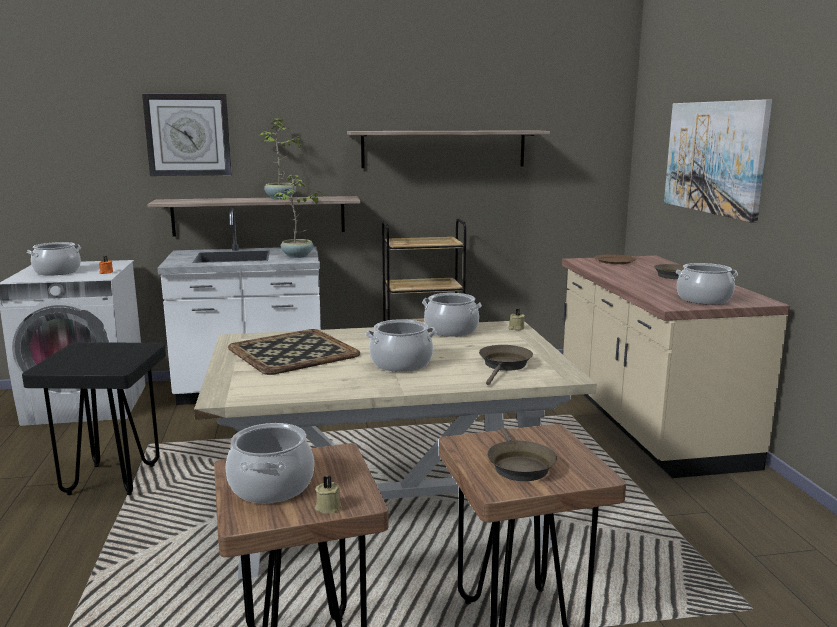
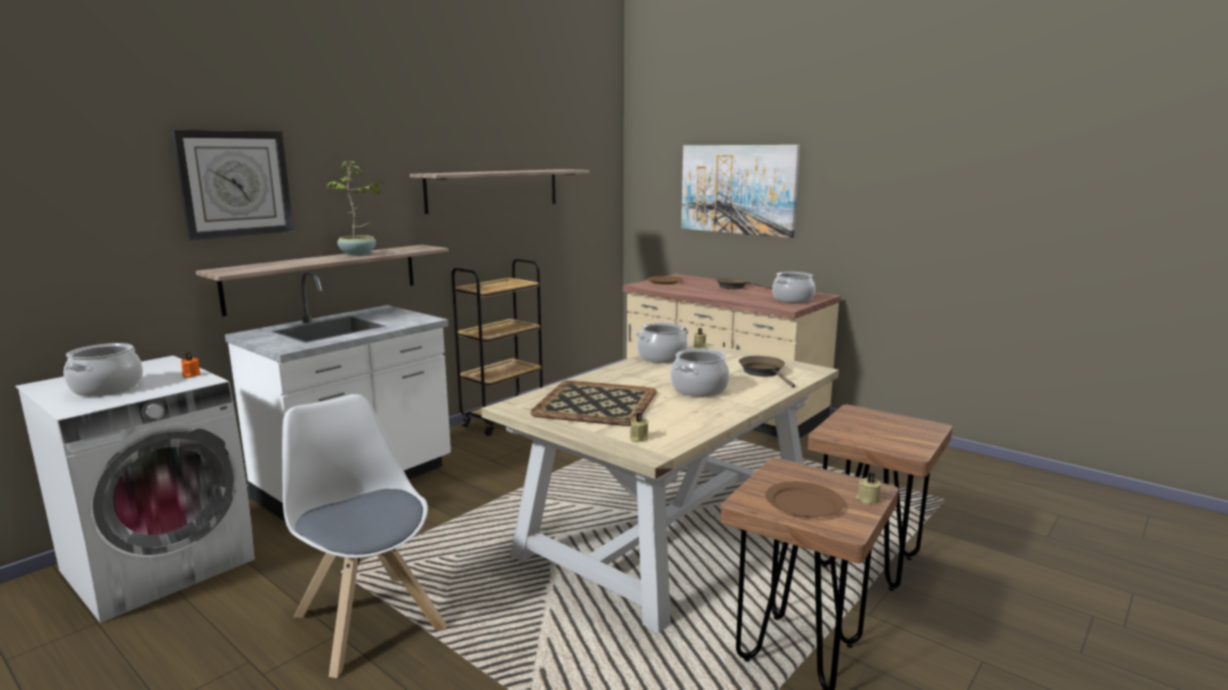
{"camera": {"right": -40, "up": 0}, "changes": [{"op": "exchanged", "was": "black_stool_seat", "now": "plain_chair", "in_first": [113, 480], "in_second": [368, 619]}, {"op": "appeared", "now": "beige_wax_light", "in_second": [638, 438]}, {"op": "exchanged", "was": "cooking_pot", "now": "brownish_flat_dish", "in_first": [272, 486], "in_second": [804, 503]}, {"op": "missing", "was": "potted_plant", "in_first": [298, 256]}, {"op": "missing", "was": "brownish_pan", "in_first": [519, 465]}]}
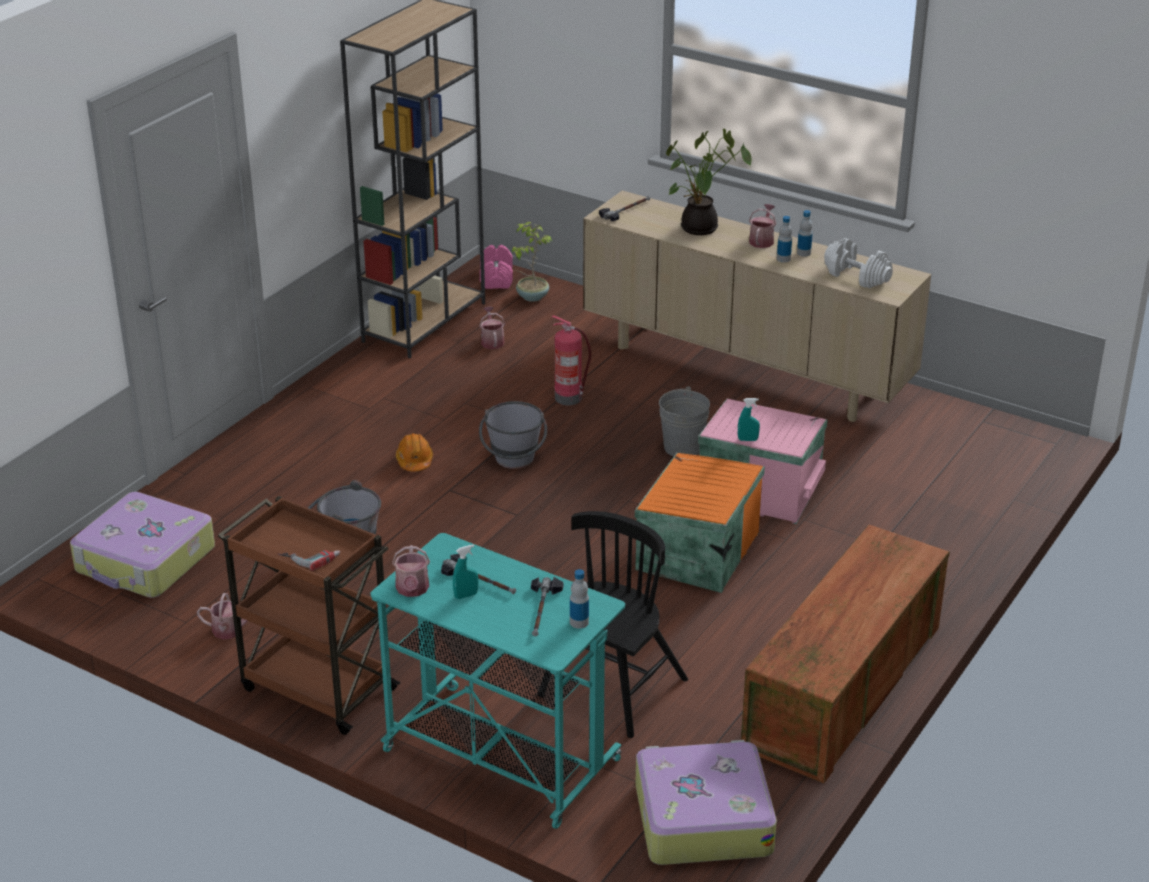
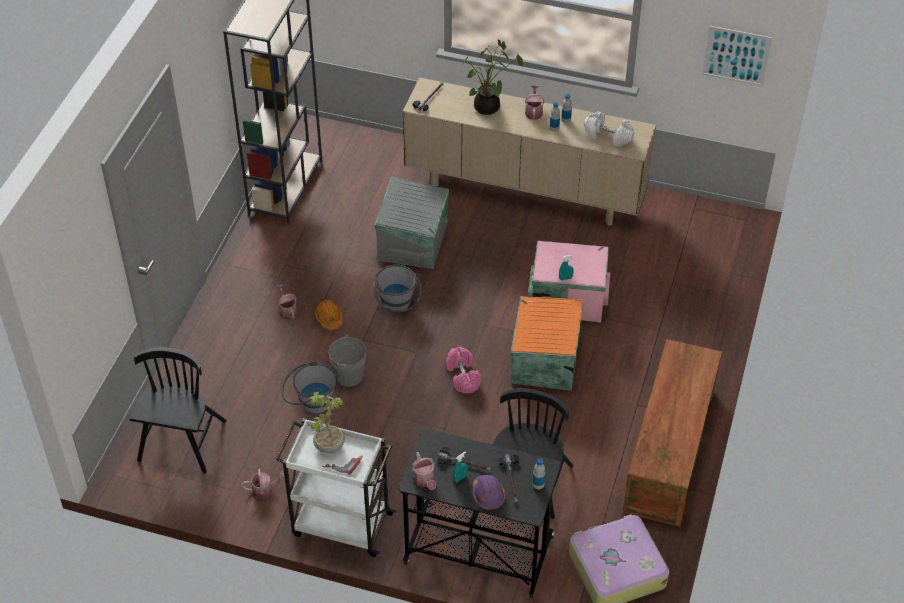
{"camera": {"right": -15, "up": 15}, "changes": [{"op": "exchanged", "was": "suitcase", "now": "black_plain_chair", "in_first": [145, 561], "in_second": [180, 444]}, {"op": "relocated", "was": "sprinkling_can", "in_first": [492, 341], "in_second": [287, 310]}, {"op": "colour", "was": "brownish_cart", "now": "white_cart", "in_first": [316, 687], "in_second": [340, 524]}, {"op": "relocated", "was": "potted_plant", "in_first": [531, 297], "in_second": [328, 445]}, {"op": "relocated", "was": "grey_bucket", "in_first": [682, 447], "in_second": [349, 375]}, {"op": "exchanged", "was": "fire_extinguisher", "now": "grey_storage_box", "in_first": [569, 398], "in_second": [414, 240]}, {"op": "colour", "was": "blue-green_desk_table", "now": "black_desk_table", "in_first": [500, 755], "in_second": [478, 550]}, {"op": "relocated", "was": "pink-coloured_dumbbell", "in_first": [496, 278], "in_second": [462, 376]}, {"op": "appeared", "now": "purple-coloured_safety_helmet", "in_second": [488, 495]}, {"op": "appeared", "now": "picture", "in_second": [736, 56]}]}
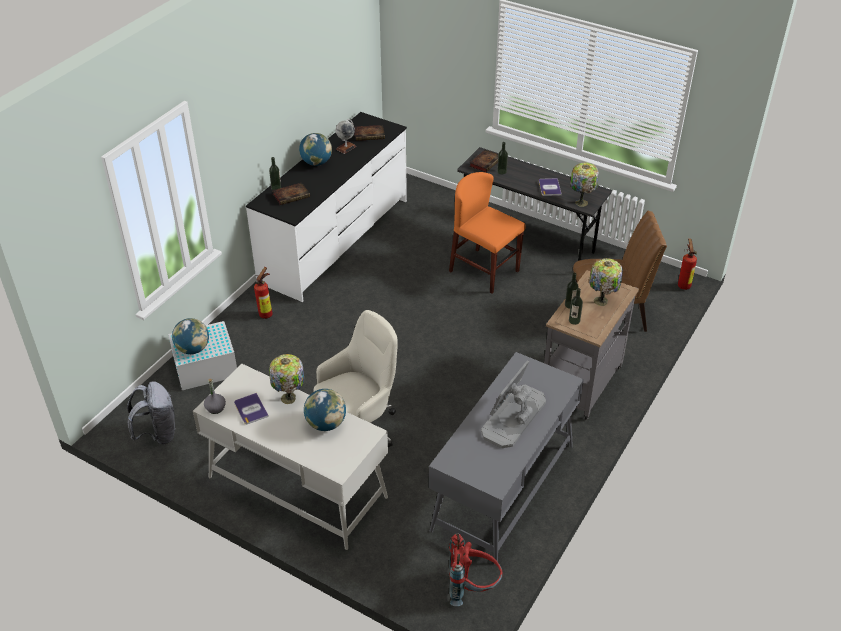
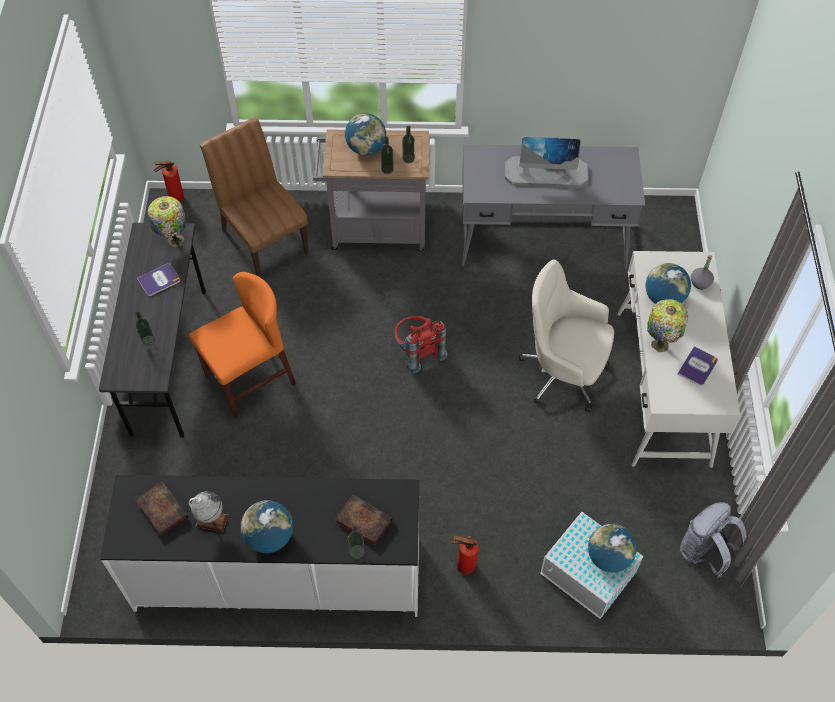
{"camera": {"right": -120, "up": 15}, "changes": [{"op": "spun", "was": "orange_plain_chair", "in_first": [484, 271], "in_second": [250, 380], "clockwise": -135}, {"op": "exchanged", "was": "tabletop_lamp", "now": "world_globe", "in_first": [601, 302], "in_second": [366, 148]}, {"op": "relocated", "was": "reddish_backpack", "in_first": [472, 587], "in_second": [417, 352]}, {"op": "relocated", "was": "grey_bottle", "in_first": [215, 408], "in_second": [700, 282]}, {"op": "missing", "was": "bound_book", "in_first": [485, 162]}]}
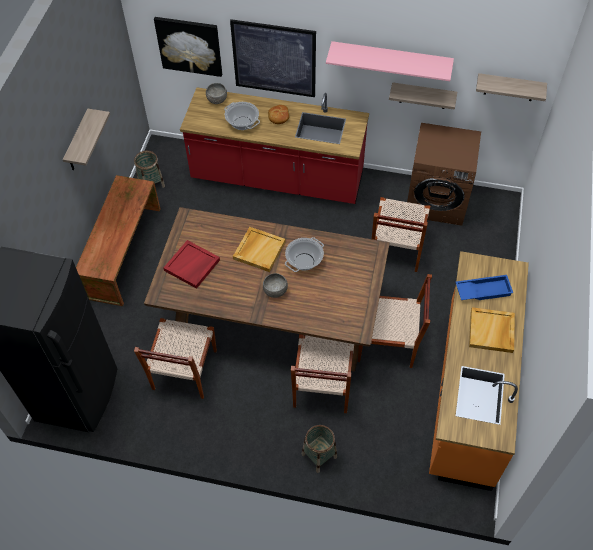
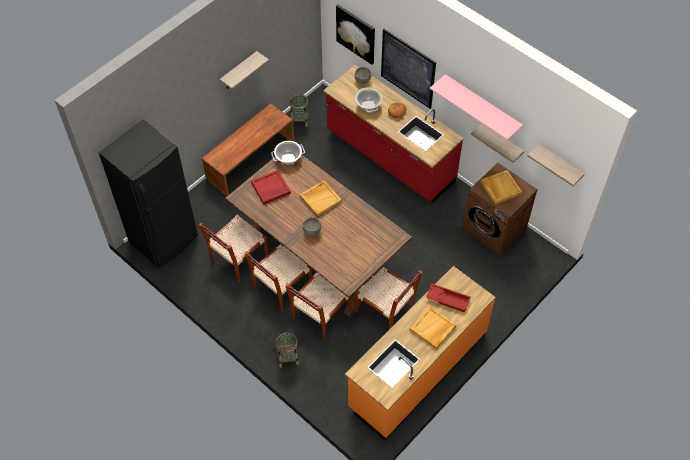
{"camera": {"right": 30, "up": 0}, "changes": [{"op": "relocated", "was": "plain_chair", "in_first": [396, 249], "in_second": [281, 287]}, {"op": "relocated", "was": "cooking_pot", "in_first": [304, 261], "in_second": [288, 158]}, {"op": "colour", "was": "bluish_serving_tray", "now": "reddish_serving_tray", "in_first": [483, 290], "in_second": [448, 299]}, {"op": "appeared", "now": "beige_serving_tray", "in_second": [500, 188]}]}
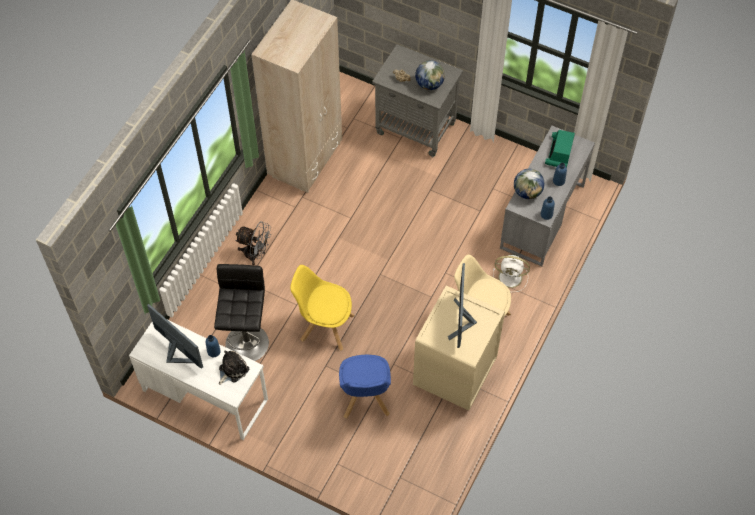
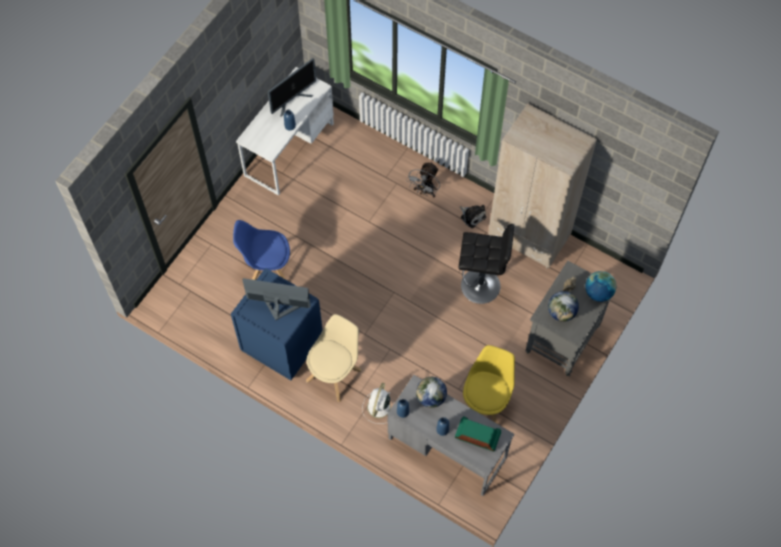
{"camera": {"right": 95, "up": 5}, "changes": [{"op": "colour", "was": "beige_chest_of_drawers", "now": "bluish_chest_of_drawers", "in_first": [455, 374], "in_second": [281, 345]}, {"op": "relocated", "was": "black_stool_seat", "in_first": [247, 343], "in_second": [481, 286]}, {"op": "relocated", "was": "cuddly_toy", "in_first": [232, 370], "in_second": [472, 216]}, {"op": "relocated", "was": "yellow_plain_chair", "in_first": [324, 326], "in_second": [485, 403]}, {"op": "appeared", "now": "world_globe", "in_second": [598, 292]}]}
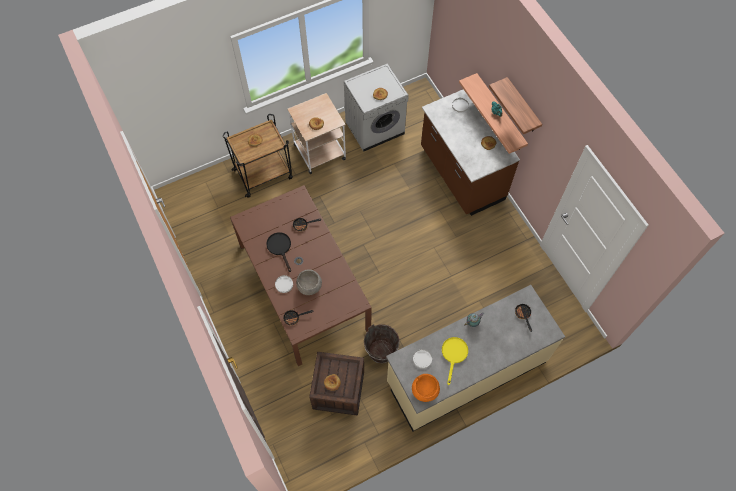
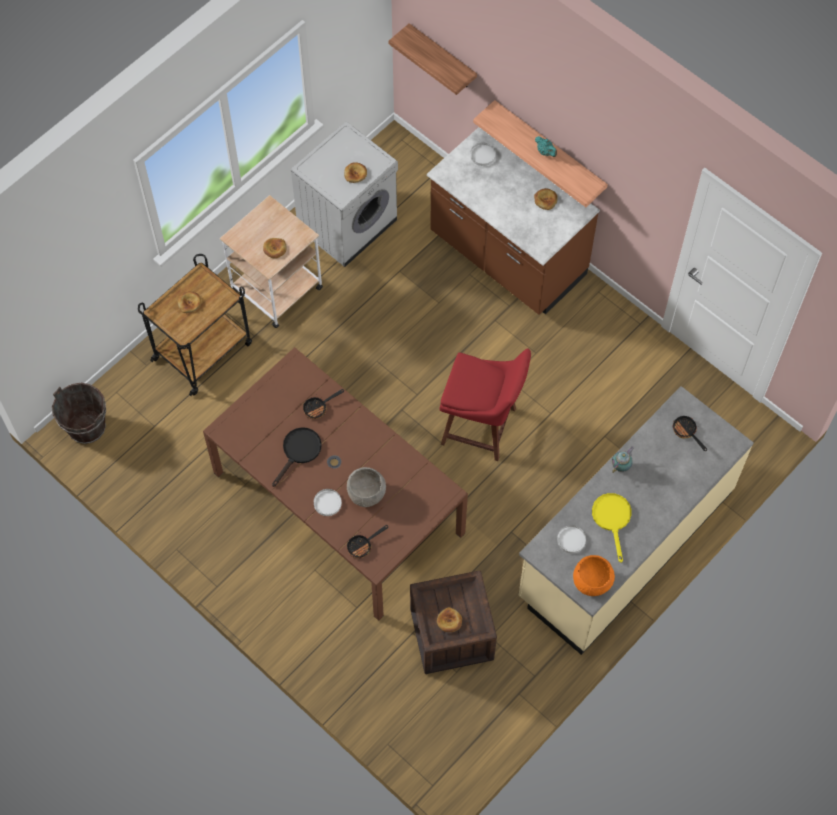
{"camera": {"right": -20, "up": 0}, "changes": [{"op": "relocated", "was": "brownish_bucket", "in_first": [381, 351], "in_second": [87, 427]}, {"op": "spun", "was": "black_pan", "in_first": [280, 248], "in_second": [299, 451], "clockwise": 75}, {"op": "relocated", "was": "wall_shelf", "in_first": [522, 107], "in_second": [442, 58]}, {"op": "appeared", "now": "reddish_stool_seat", "in_second": [482, 427]}]}
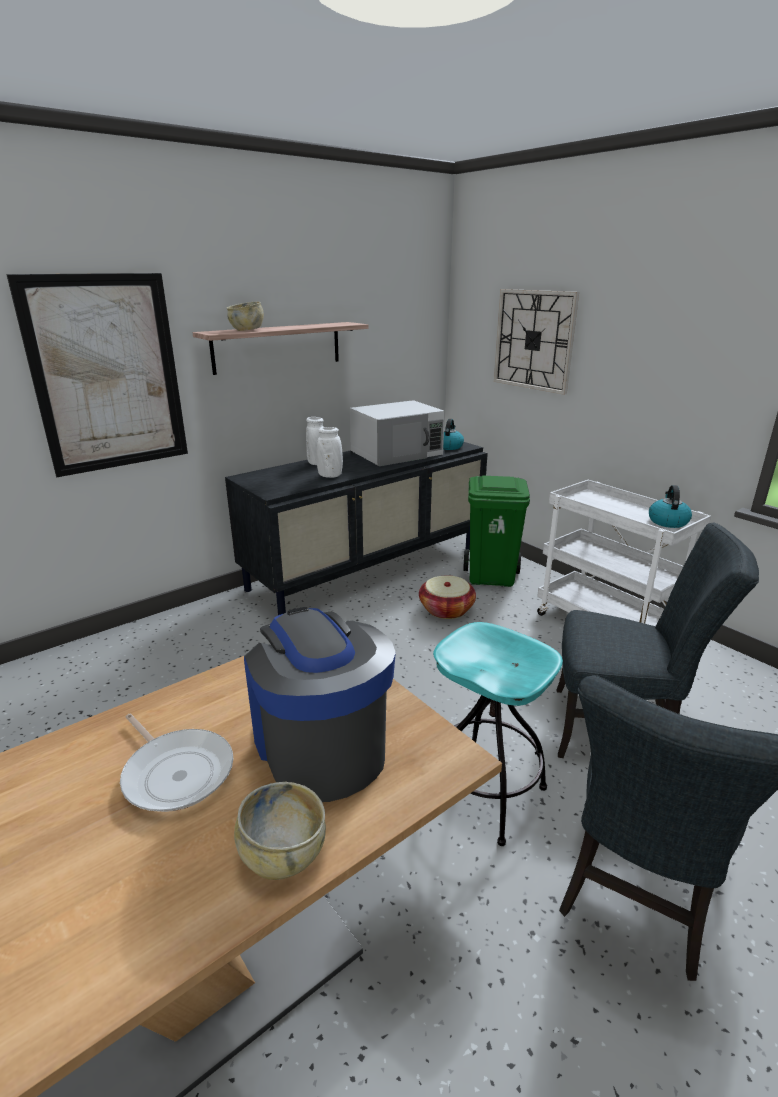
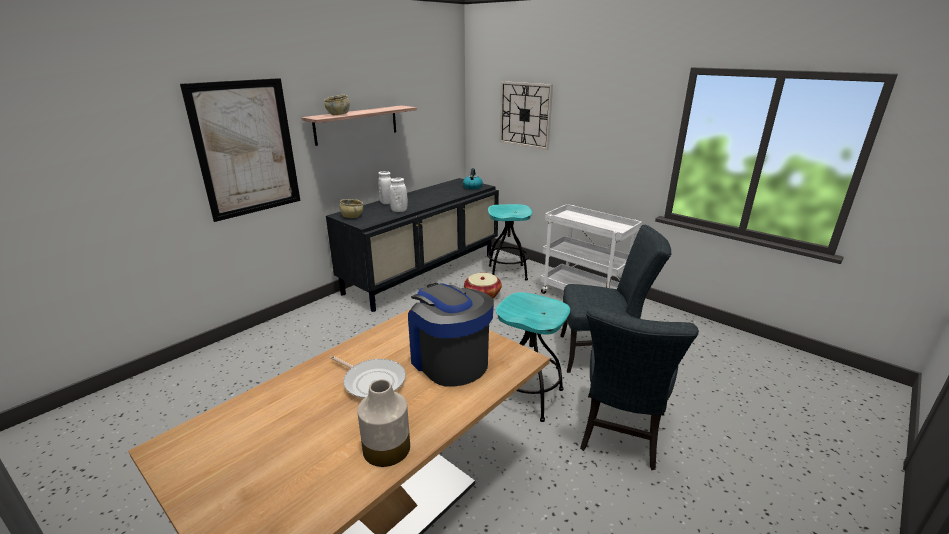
{"camera": {"right": -10, "up": 0}, "changes": [{"op": "relocated", "was": "beige_deep_dish", "in_first": [282, 856], "in_second": [352, 216]}, {"op": "appeared", "now": "beige_flower_vase", "in_second": [386, 448]}, {"op": "exchanged", "was": "greenish_trash_can", "now": "blue-green_stool_seat", "in_first": [491, 577], "in_second": [508, 272]}, {"op": "missing", "was": "white_microwave_oven", "in_first": [397, 452]}, {"op": "missing", "was": "water_kettle", "in_first": [667, 521]}]}
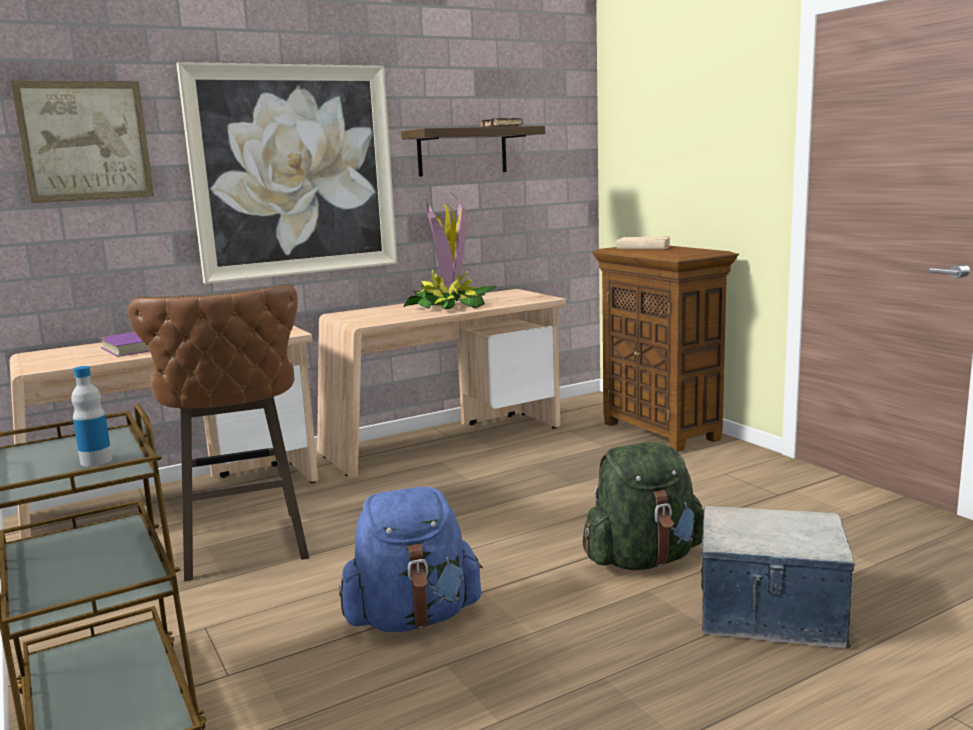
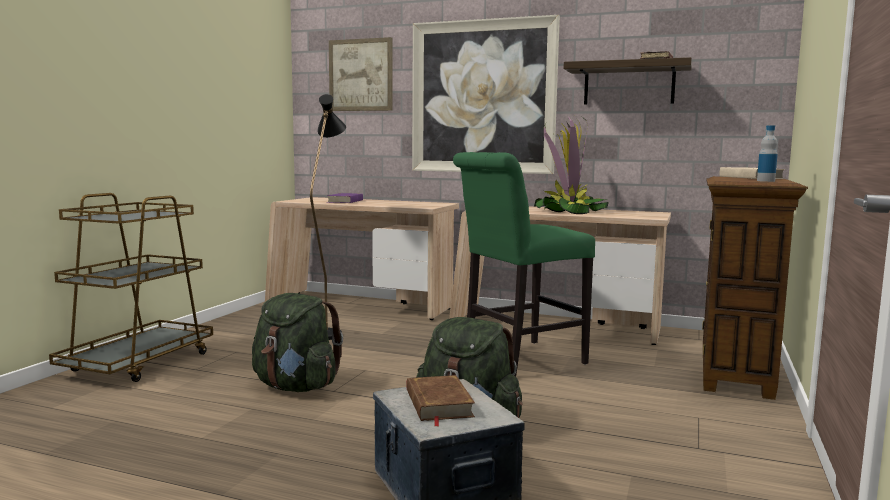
{"camera": {"right": 50, "up": -5}, "changes": [{"op": "colour", "was": "bluish_backpack", "now": "greenish_backpack", "in_first": [413, 618], "in_second": [296, 387]}, {"op": "exchanged", "was": "brownish_stool_seat", "now": "black_standing_lamp", "in_first": [244, 547], "in_second": [328, 332]}, {"op": "appeared", "now": "brownish_bound_book", "in_second": [438, 404]}, {"op": "appeared", "now": "greenish_stool_seat", "in_second": [517, 360]}, {"op": "relocated", "was": "bottle", "in_first": [96, 461], "in_second": [765, 181]}]}
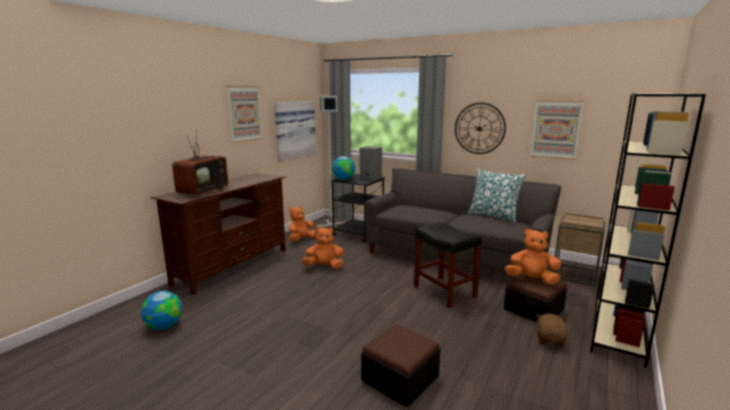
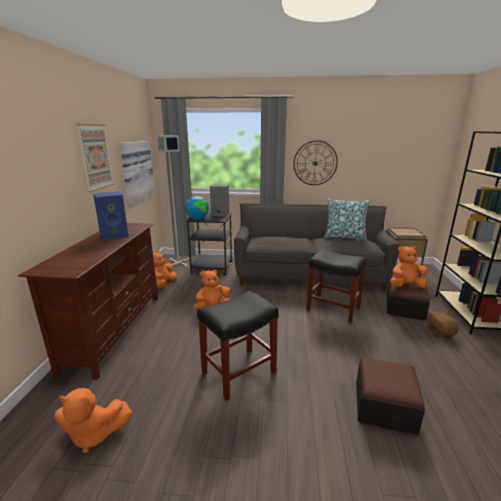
{"camera": {"right": -25, "up": 5}, "changes": [{"op": "exchanged", "was": "world_globe", "now": "orange_cuddly_toy", "in_first": [164, 326], "in_second": [94, 434]}, {"op": "appeared", "now": "bluish_speaker", "in_second": [115, 235]}, {"op": "appeared", "now": "black_stool_seat", "in_second": [238, 373]}, {"op": "missing", "was": "television", "in_first": [203, 191]}, {"op": "missing", "was": "picture", "in_first": [556, 129]}]}
